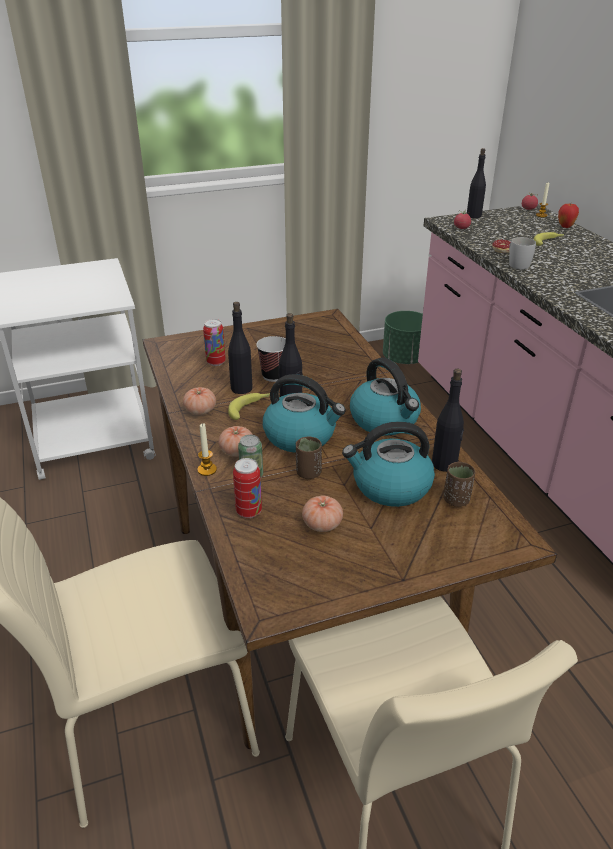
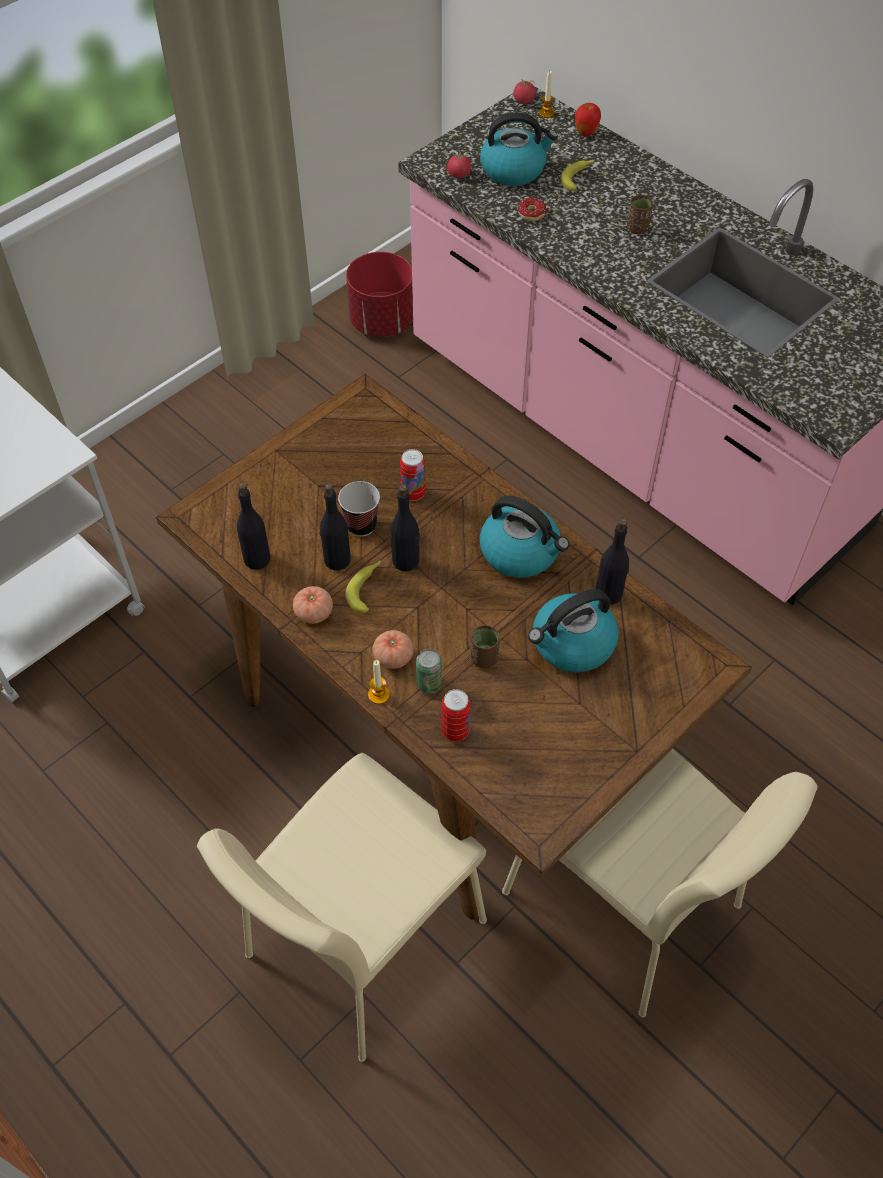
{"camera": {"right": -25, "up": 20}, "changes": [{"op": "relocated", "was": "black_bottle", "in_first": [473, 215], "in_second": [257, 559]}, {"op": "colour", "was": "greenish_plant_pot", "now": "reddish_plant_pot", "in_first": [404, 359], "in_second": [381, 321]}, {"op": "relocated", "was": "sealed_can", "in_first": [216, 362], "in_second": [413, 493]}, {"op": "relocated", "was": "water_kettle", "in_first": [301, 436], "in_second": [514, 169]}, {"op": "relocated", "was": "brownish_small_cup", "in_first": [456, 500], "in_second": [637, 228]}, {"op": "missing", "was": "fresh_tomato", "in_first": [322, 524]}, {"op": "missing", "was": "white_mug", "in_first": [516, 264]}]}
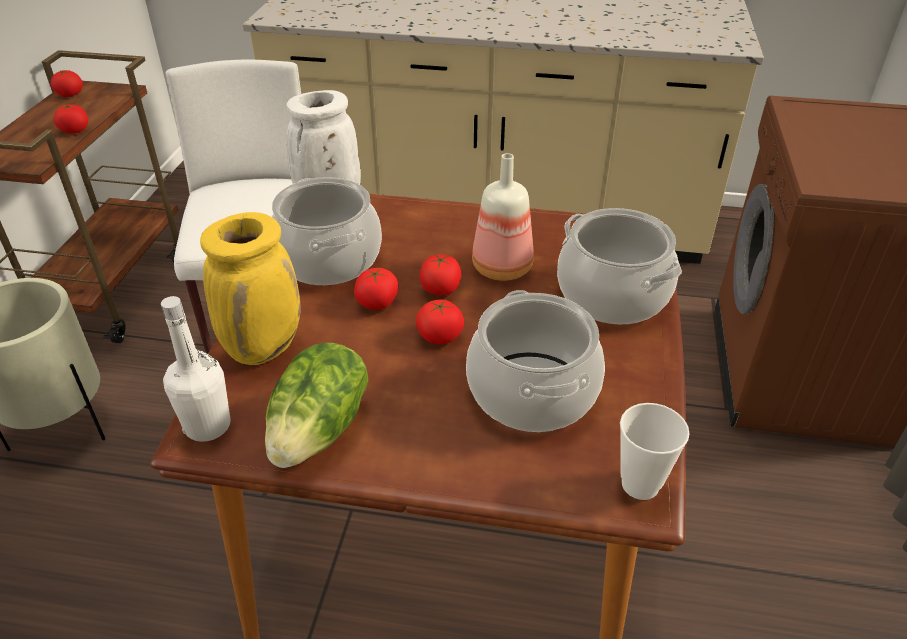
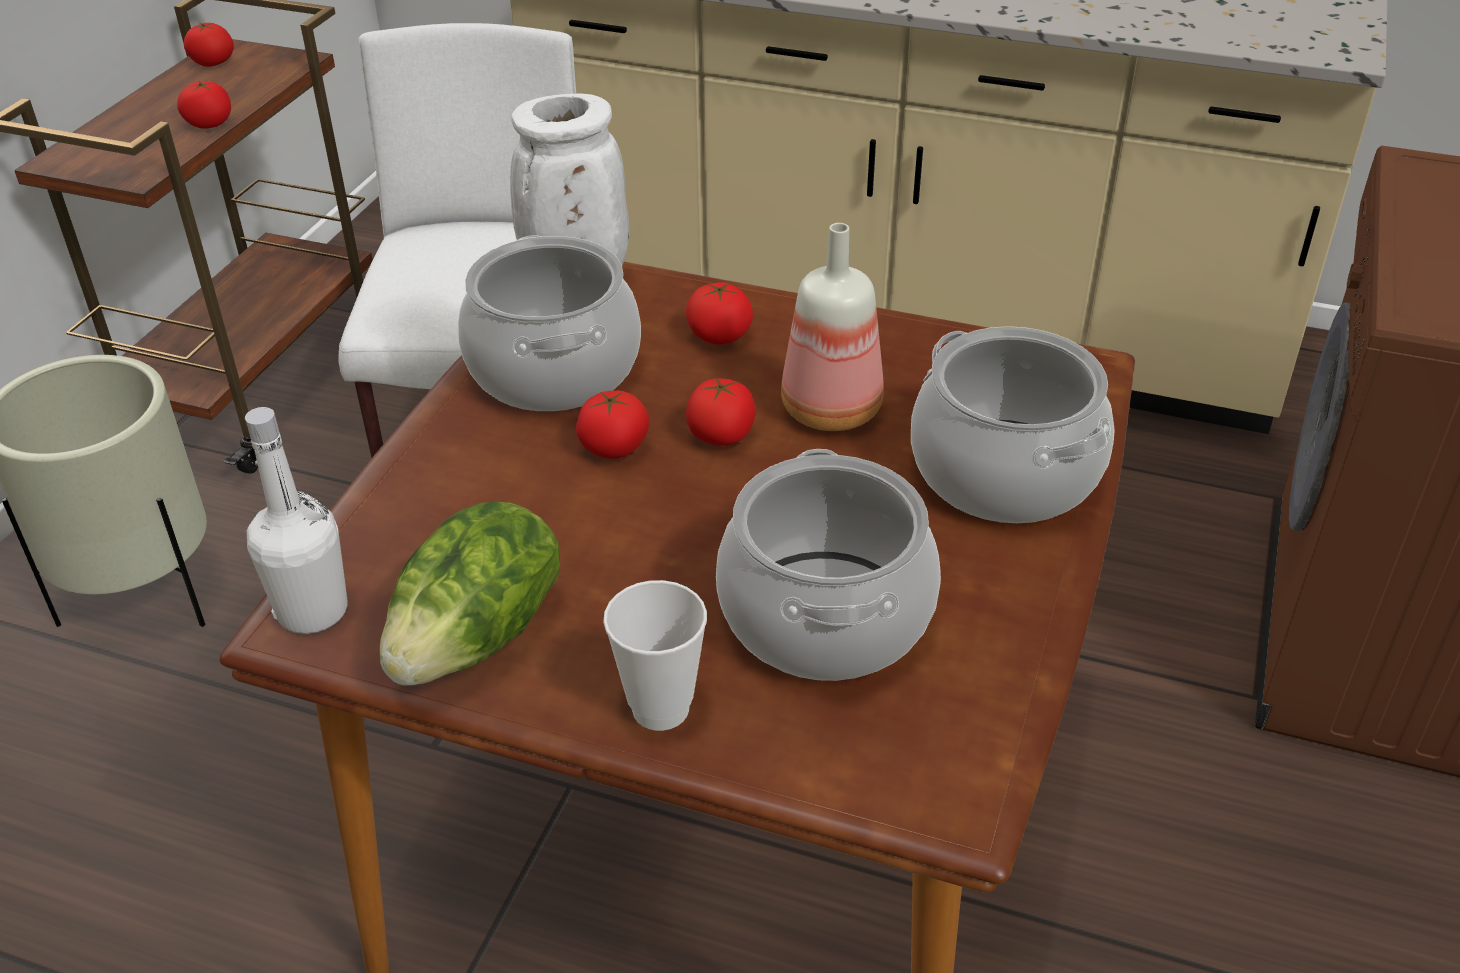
{"camera": {"right": 10, "up": 0}, "changes": [{"op": "relocated", "was": "small_cup", "in_first": [640, 484], "in_second": [660, 708]}, {"op": "relocated", "was": "fresh_tomato", "in_first": [439, 336], "in_second": [719, 336]}, {"op": "missing", "was": "yellow_flower_vase", "in_first": [264, 347]}]}
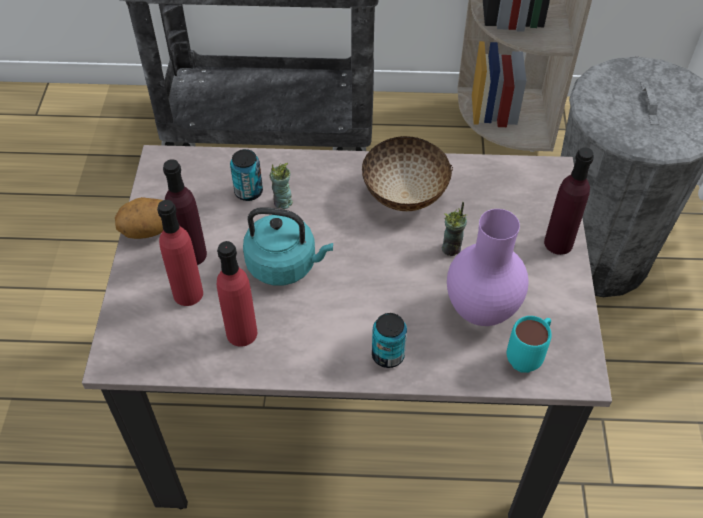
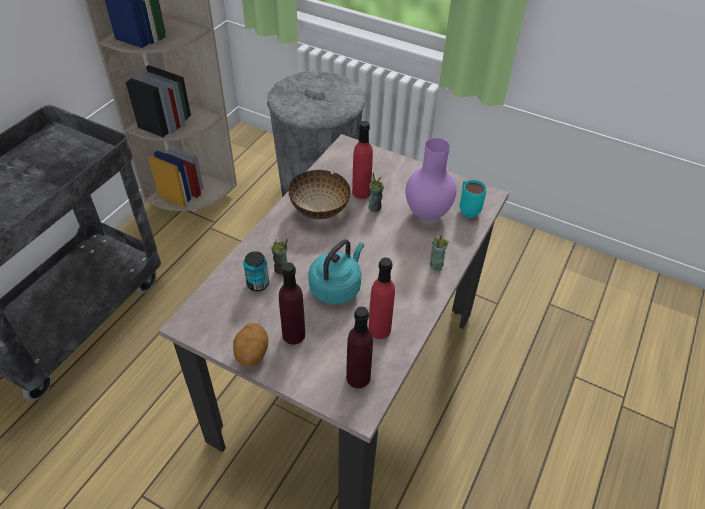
{"camera": {"right": -65, "up": -5}, "changes": [{"op": "relocated", "was": "purple-coloured_bottle", "in_first": [558, 243], "in_second": [358, 377]}, {"op": "relocated", "was": "reddish_bottle", "in_first": [188, 293], "in_second": [361, 192]}, {"op": "exchanged", "was": "sealed_can", "now": "small_cup", "in_first": [388, 355], "in_second": [436, 265]}]}
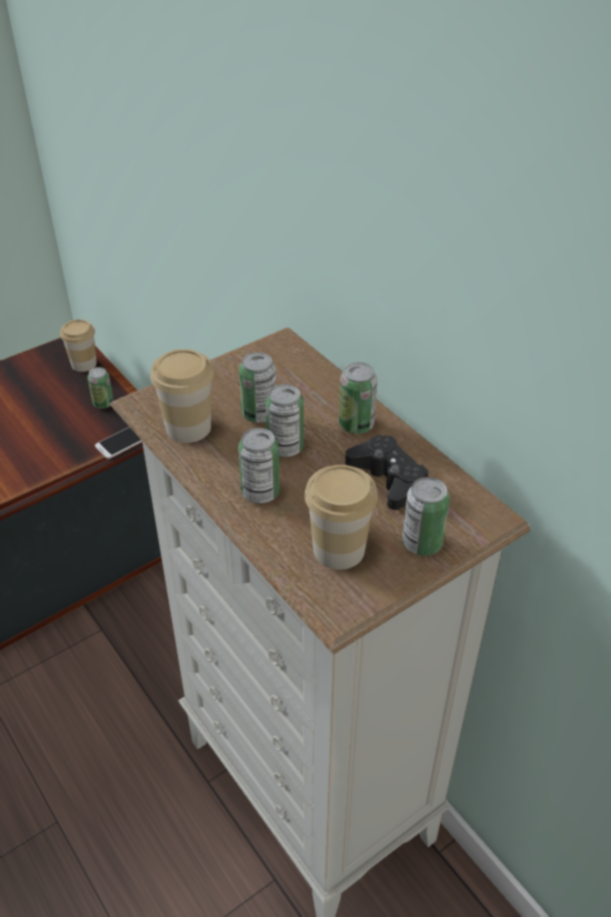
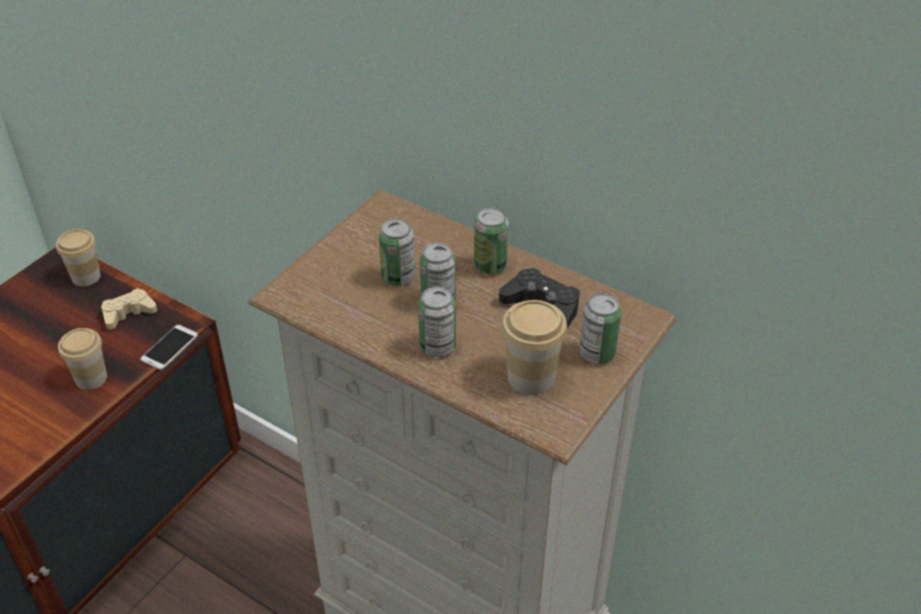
{"camera": {"right": -20, "up": 0}, "changes": [{"op": "relocated", "was": "small_cup", "in_first": [188, 427], "in_second": [91, 378]}, {"op": "exchanged", "was": "sealed_can", "now": "beige_game_controller", "in_first": [103, 403], "in_second": [128, 313]}]}
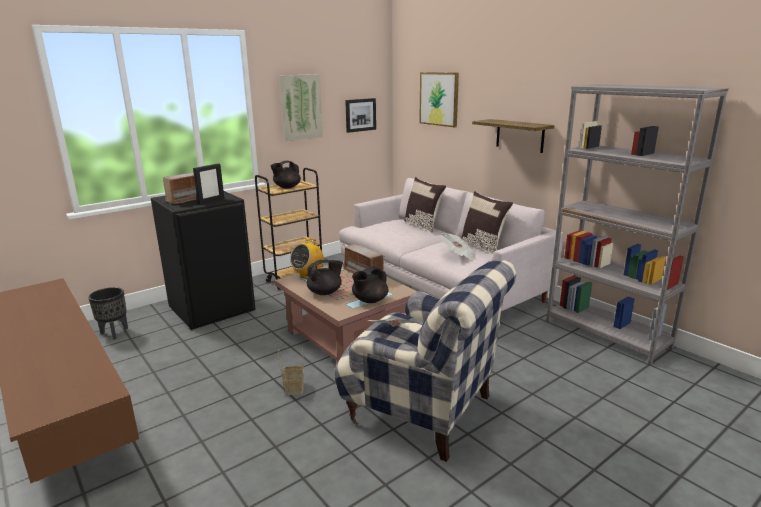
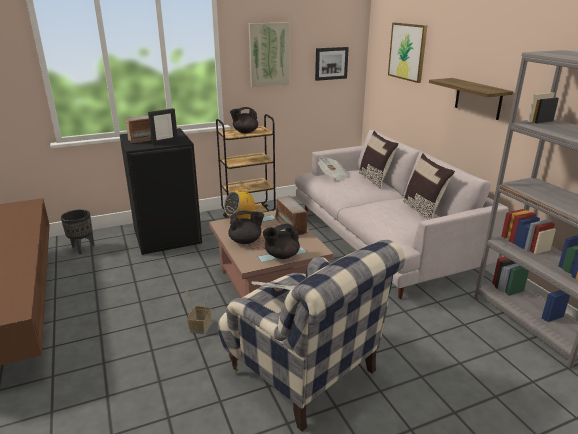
{"camera": {"right": 15, "up": 5}, "changes": [{"op": "relocated", "was": "daily_paper", "in_first": [459, 256], "in_second": [333, 177]}]}
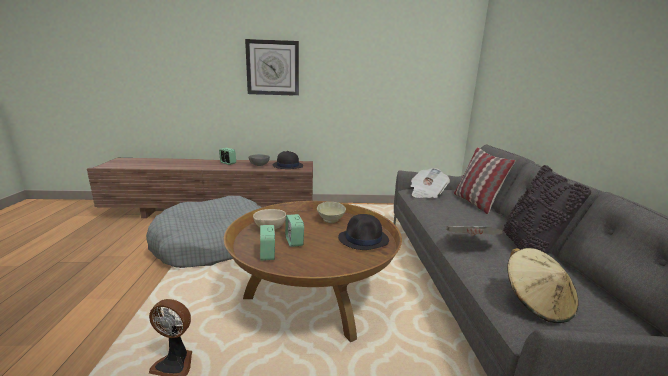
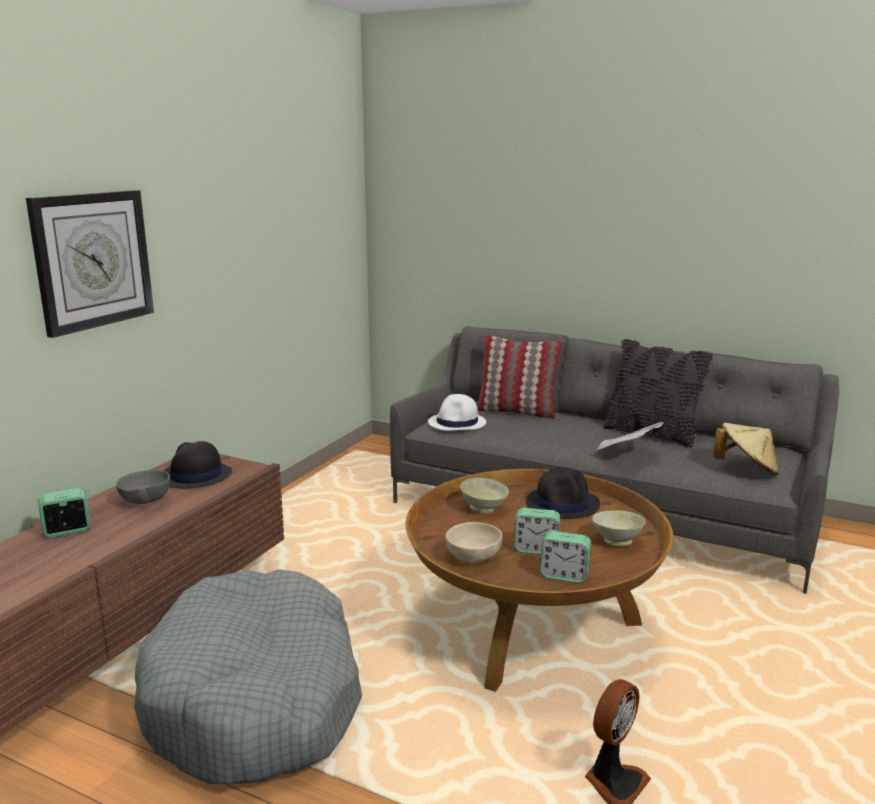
{"camera": {"right": -60, "up": 0}, "changes": [{"op": "exchanged", "was": "daily_paper", "now": "white_wearable_hat", "in_first": [426, 193], "in_second": [457, 423]}, {"op": "appeared", "now": "beige_deep_dish", "in_second": [617, 541]}]}
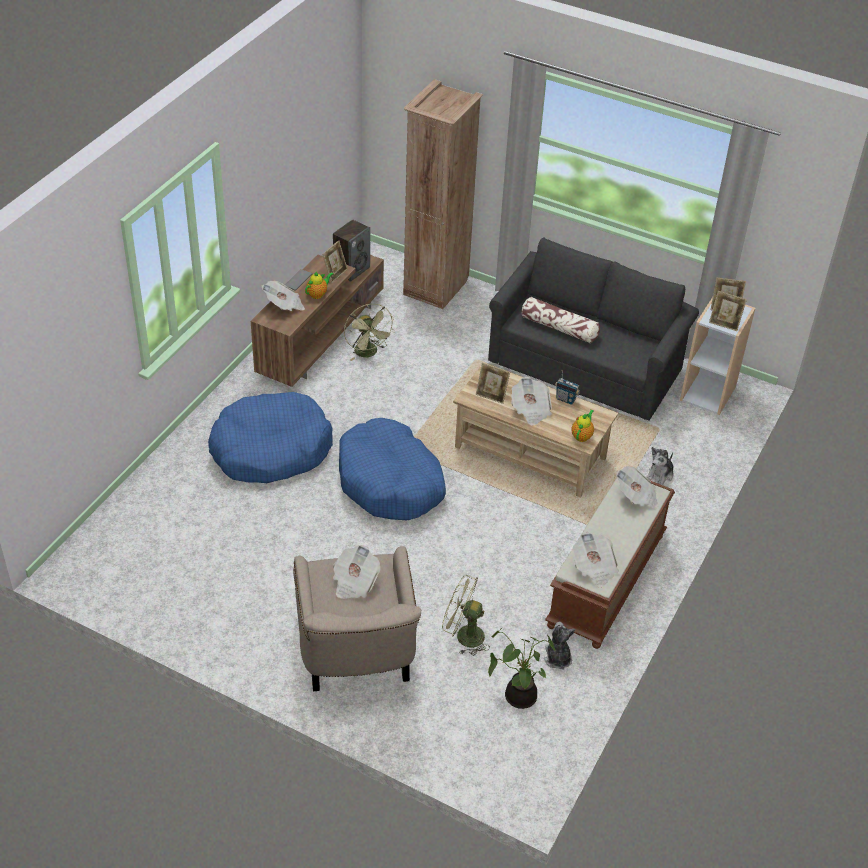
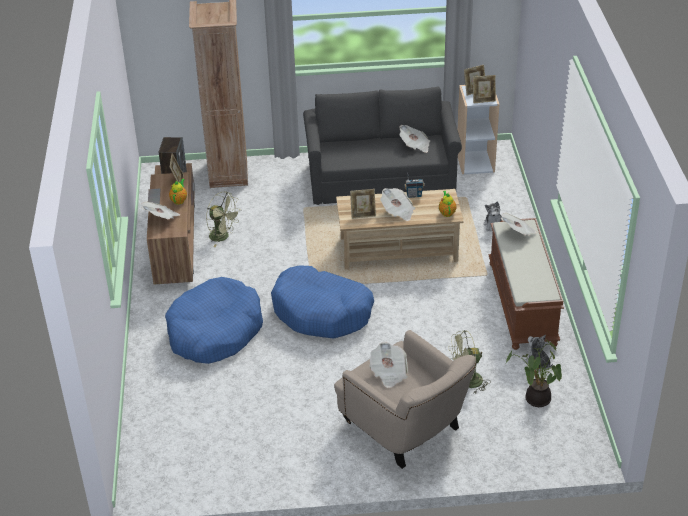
{"camera": {"right": -30, "up": -5}, "changes": [{"op": "relocated", "was": "daily_paper", "in_first": [594, 568], "in_second": [415, 145]}, {"op": "missing", "was": "cushion", "in_first": [559, 328]}]}
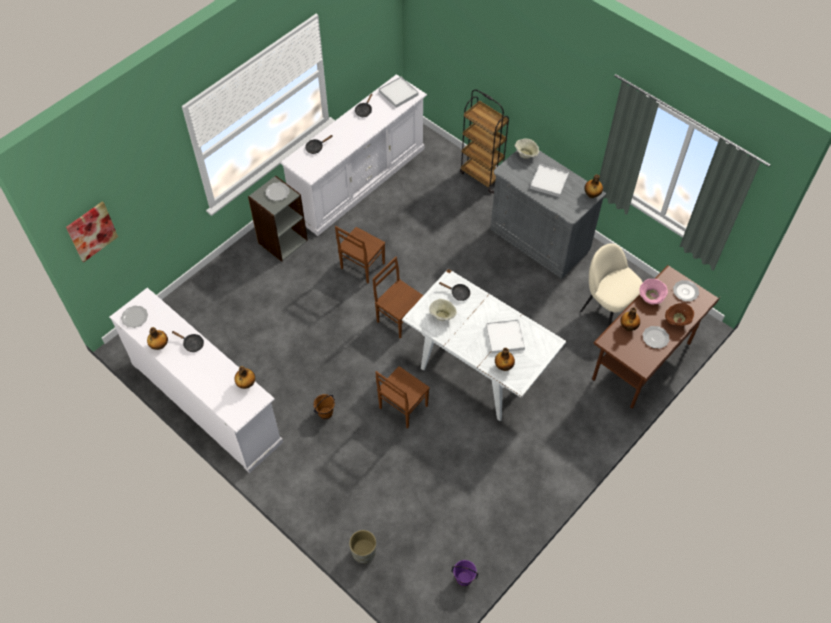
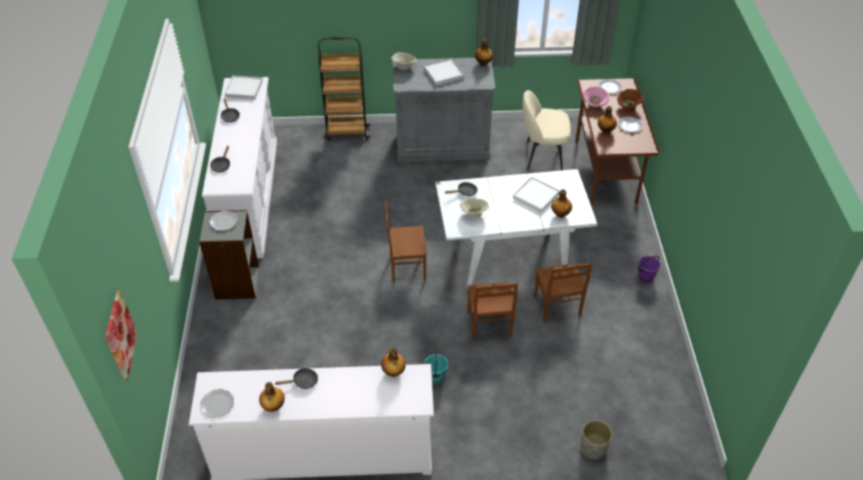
{"camera": {"right": -45, "up": -10}, "changes": [{"op": "colour", "was": "brownish_bucket", "now": "blue-green_bucket", "in_first": [325, 413], "in_second": [436, 377]}, {"op": "relocated", "was": "brownish_plain_chair", "in_first": [361, 266], "in_second": [556, 307]}, {"op": "relocated", "was": "purple-coloured_bucket", "in_first": [463, 579], "in_second": [645, 278]}]}
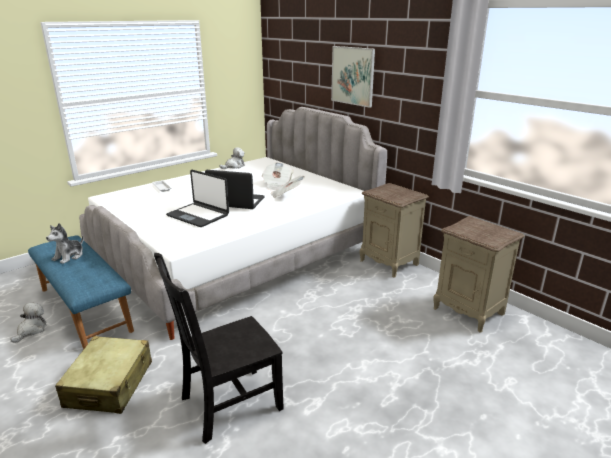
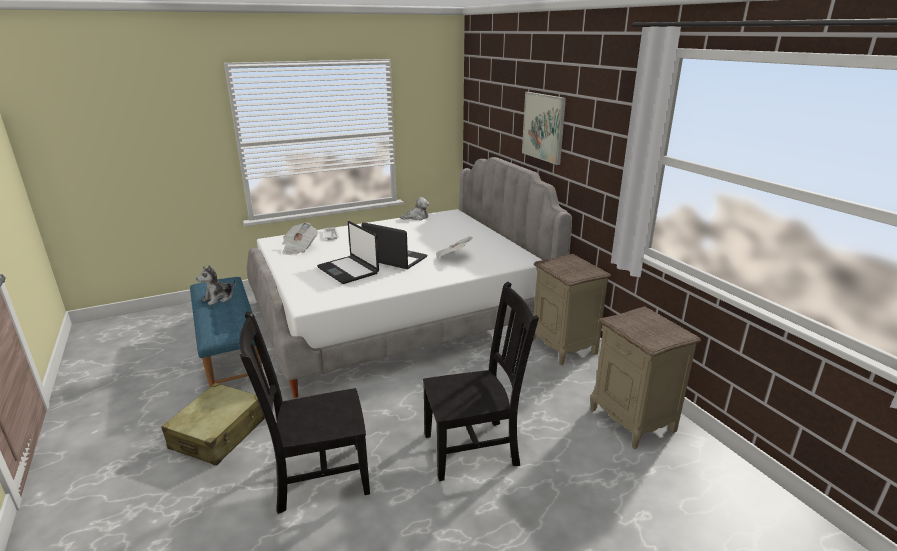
{"camera": {"right": 15, "up": 0}, "changes": [{"op": "relocated", "was": "daily_paper", "in_first": [277, 185], "in_second": [299, 248]}, {"op": "appeared", "now": "black_plain_chair", "in_second": [474, 448]}, {"op": "missing", "was": "cuddly_toy", "in_first": [31, 330]}]}
